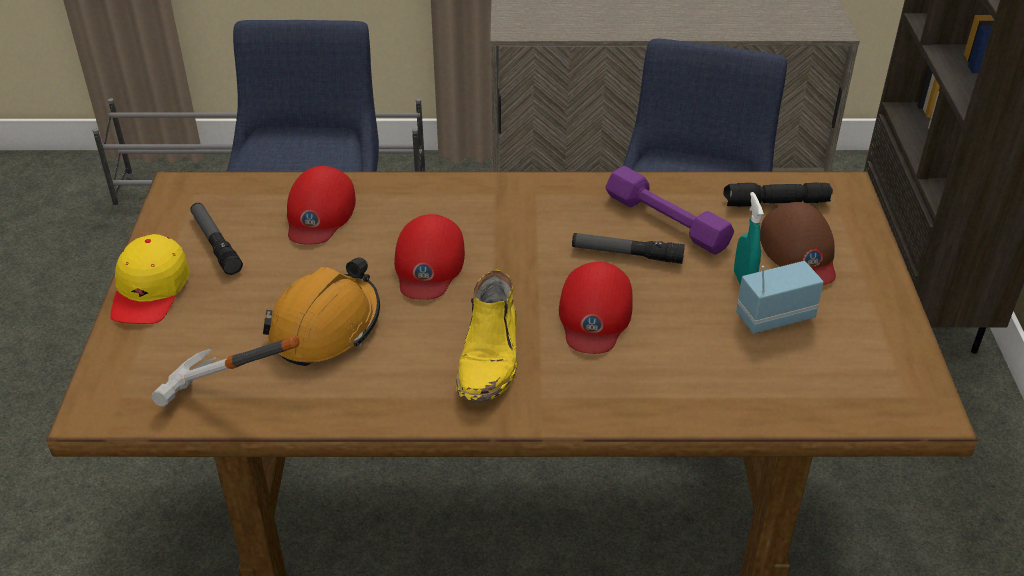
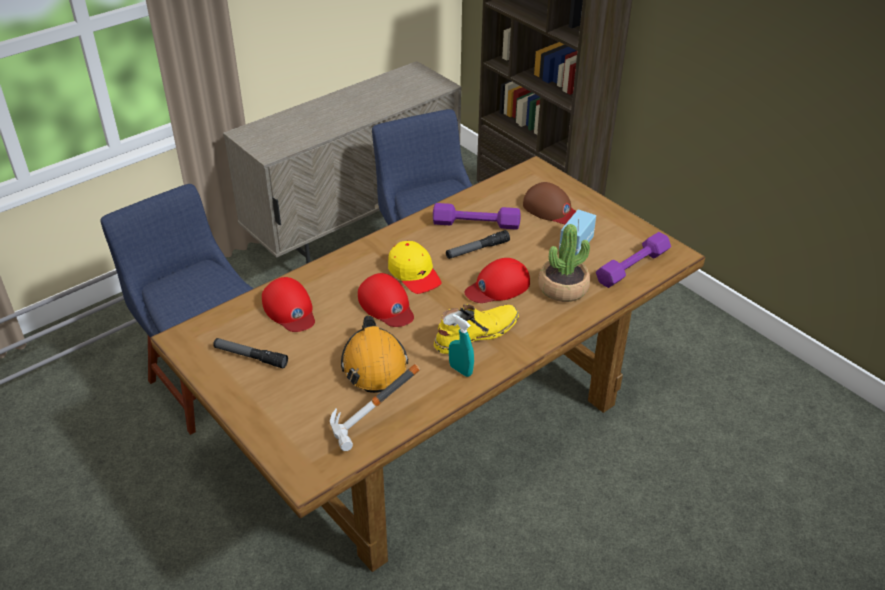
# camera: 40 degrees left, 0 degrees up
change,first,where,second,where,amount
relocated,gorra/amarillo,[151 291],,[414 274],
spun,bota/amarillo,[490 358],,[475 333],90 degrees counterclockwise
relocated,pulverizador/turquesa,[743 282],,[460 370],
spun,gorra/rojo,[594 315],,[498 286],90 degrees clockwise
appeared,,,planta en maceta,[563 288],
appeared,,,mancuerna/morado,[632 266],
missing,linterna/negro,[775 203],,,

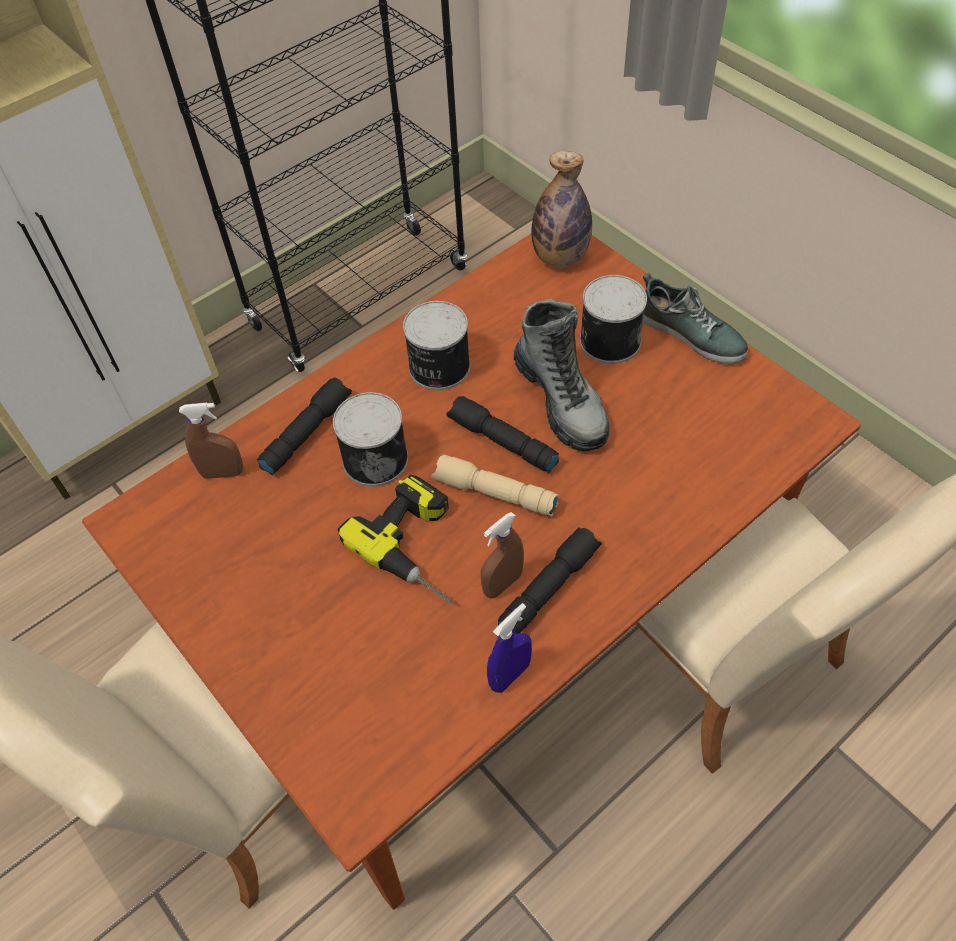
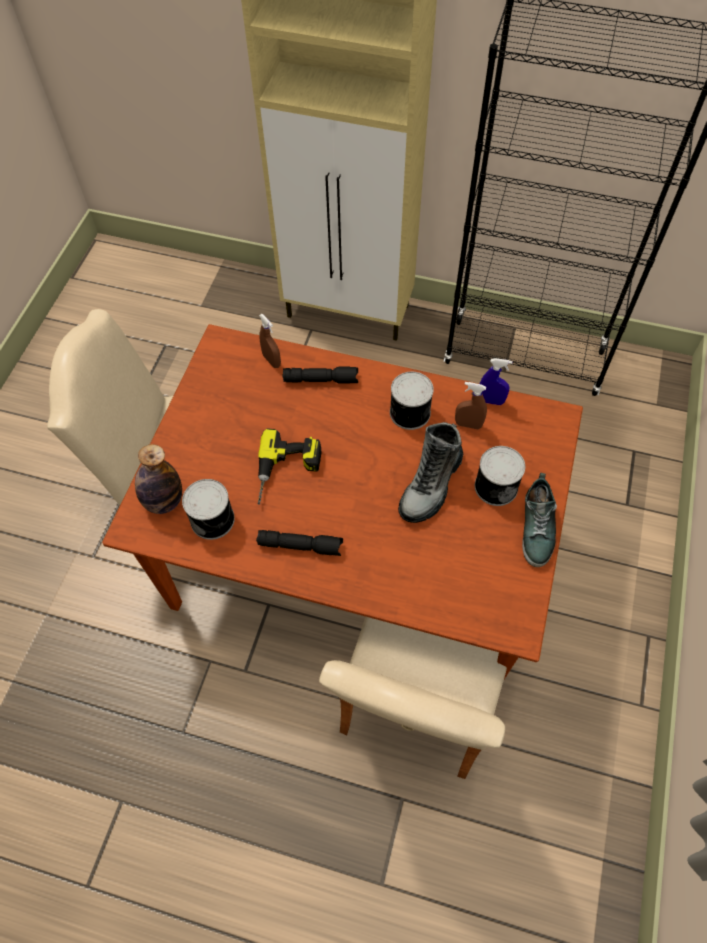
# camera: 55 degrees right, 5 degrees up
change,first,where,second,where,amount
relocated,botella,[560 257],,[164 501],
relocated,lata,[375 458],,[213 519],
relocated,pulverizador/marrón,[502 584],,[468 424],
relocated,pulverizador/azul,[510 675],,[490 401],
missing,linterna/beis,[493 494],,,
missing,linterna/negro,[501 442],,,

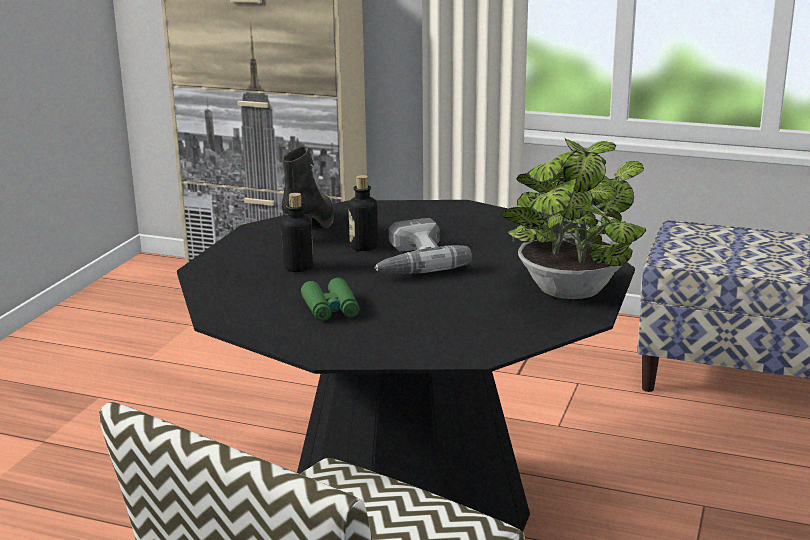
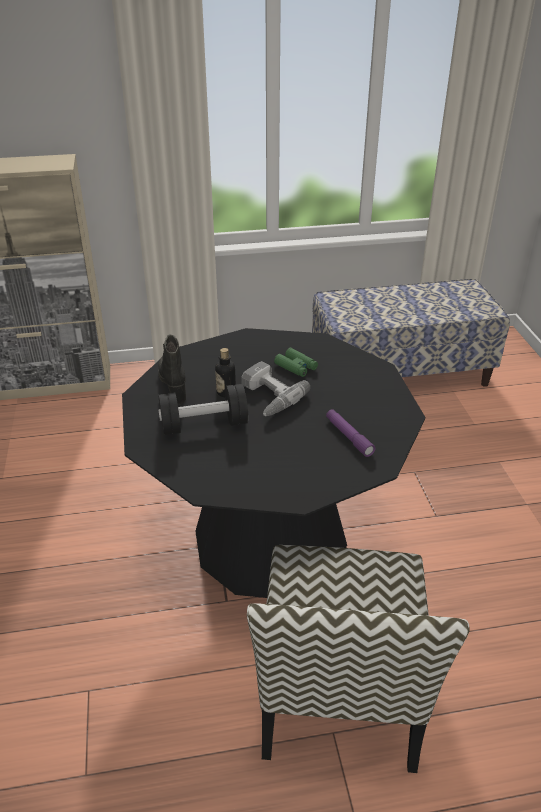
# camera: 30 degrees left, 15 degrees up
change,first,where,second,where,amount
exchanged,botella,[298 267],mancuerna/negro,[204 425],
relocated,prismáticos/verde,[330 308],,[296 367],
appeared,,,linterna/morado,[348 437],
missing,planta en maceta,[568 294],,,

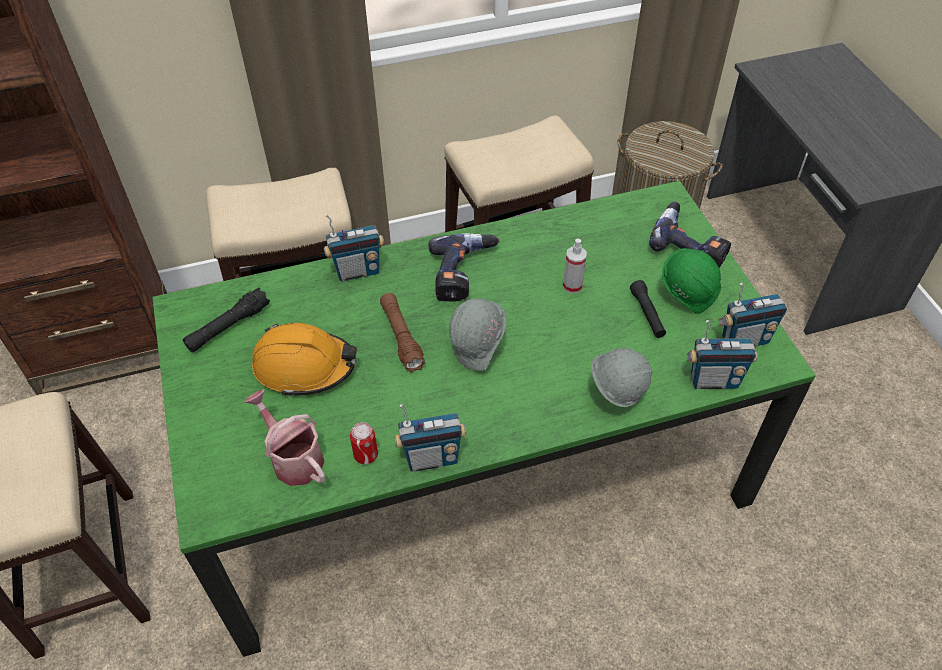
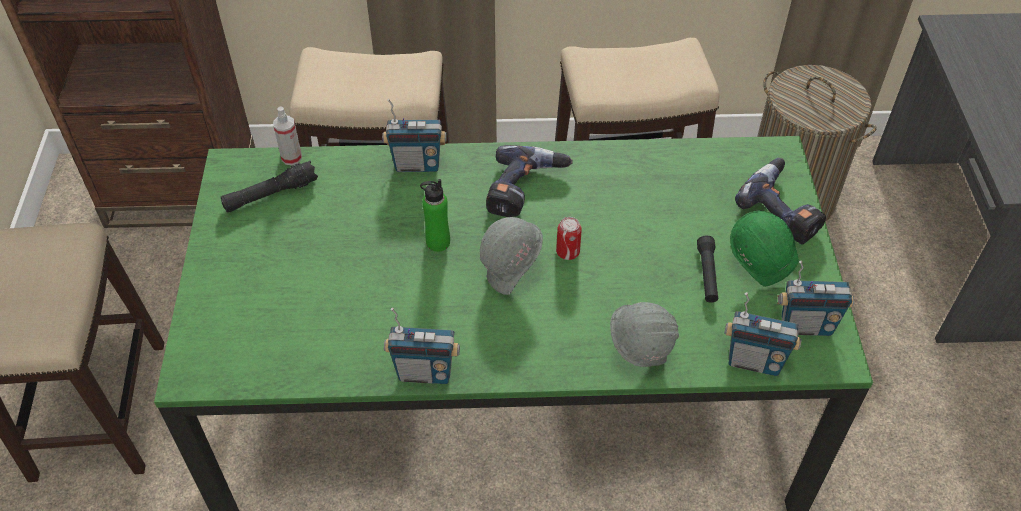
# camera: 15 degrees right, 0 degrees up
change,first,where,second,where,amount
relocated,pulverizador,[572 286],,[291 158],
exchanged,linterna/marrón,[401 337],botella/verde,[438 242],
relocated,lata,[366 455],,[568 252],
missing,regadera,[293 458],,,
missing,casco/naranja,[305 366],,,

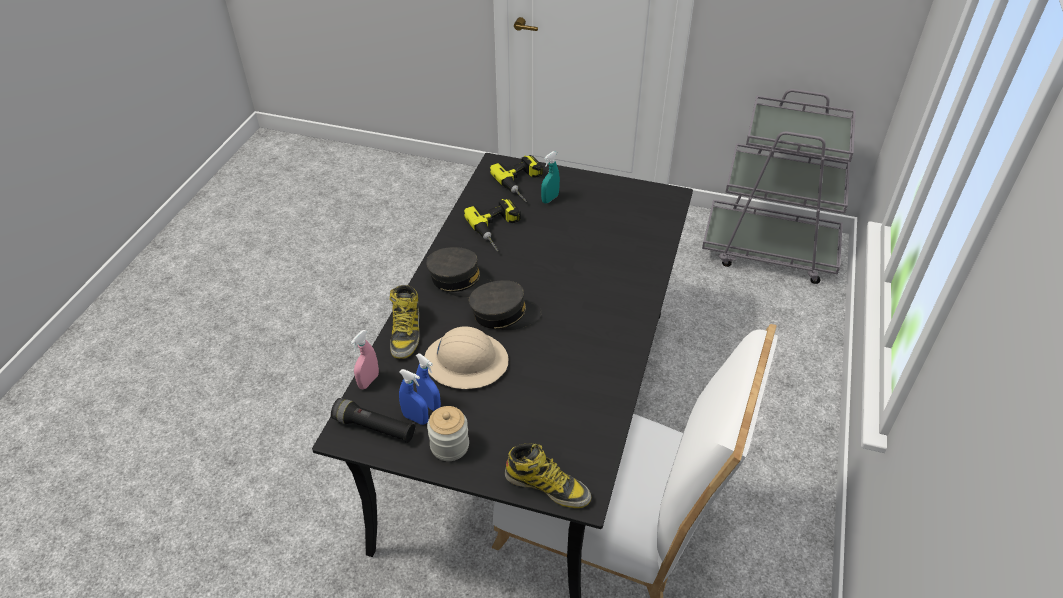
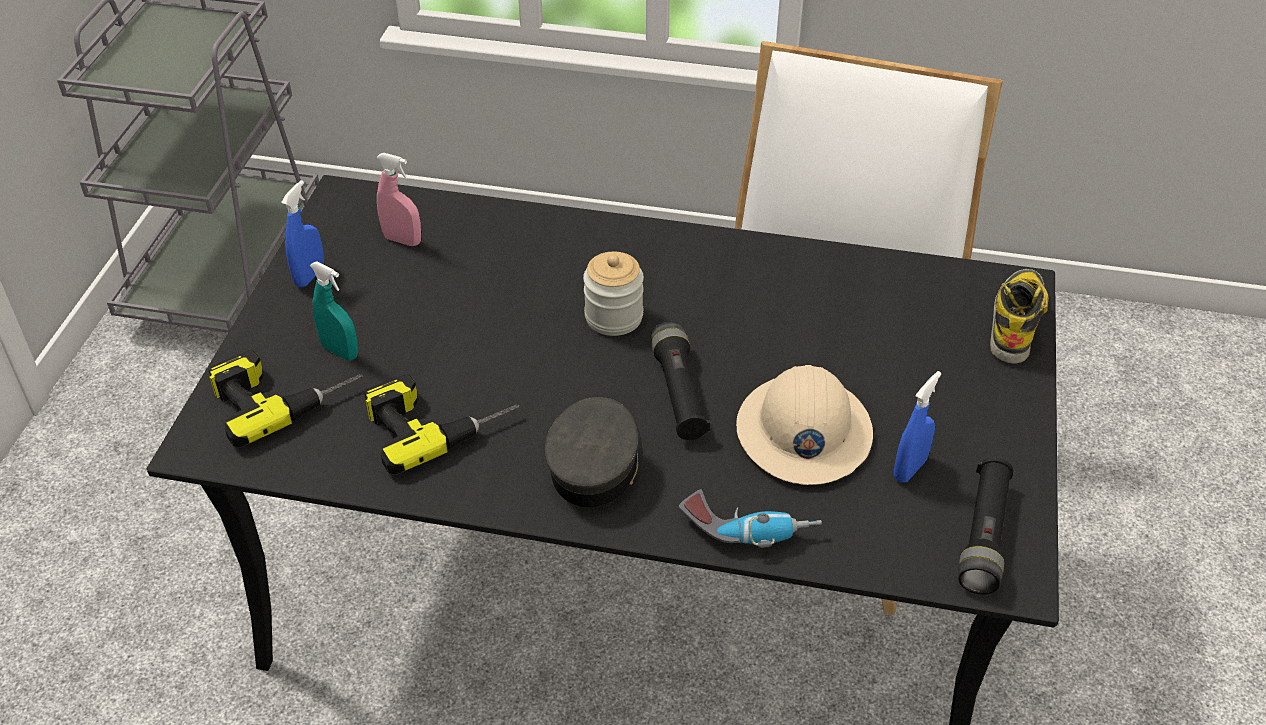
# camera: 95 degrees left, 0 degrees up
change,first,where,second,where,amount
relocated,pulverizador/azul,[415 418],,[309 276],
relocated,pulverizador/rosa,[368 381],,[402 240],
relocated,tarro,[449 446],,[614 317],
exchanged,gorra/gris,[504 314],linterna/negro,[679 393],
exchanged,bota,[406 332],taladro,[749 527],

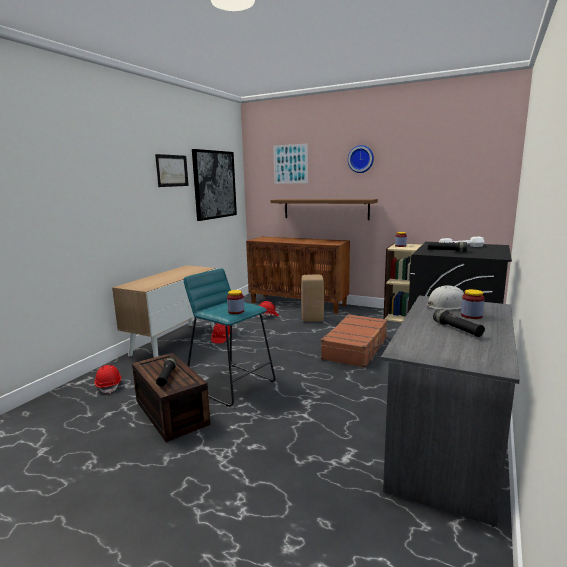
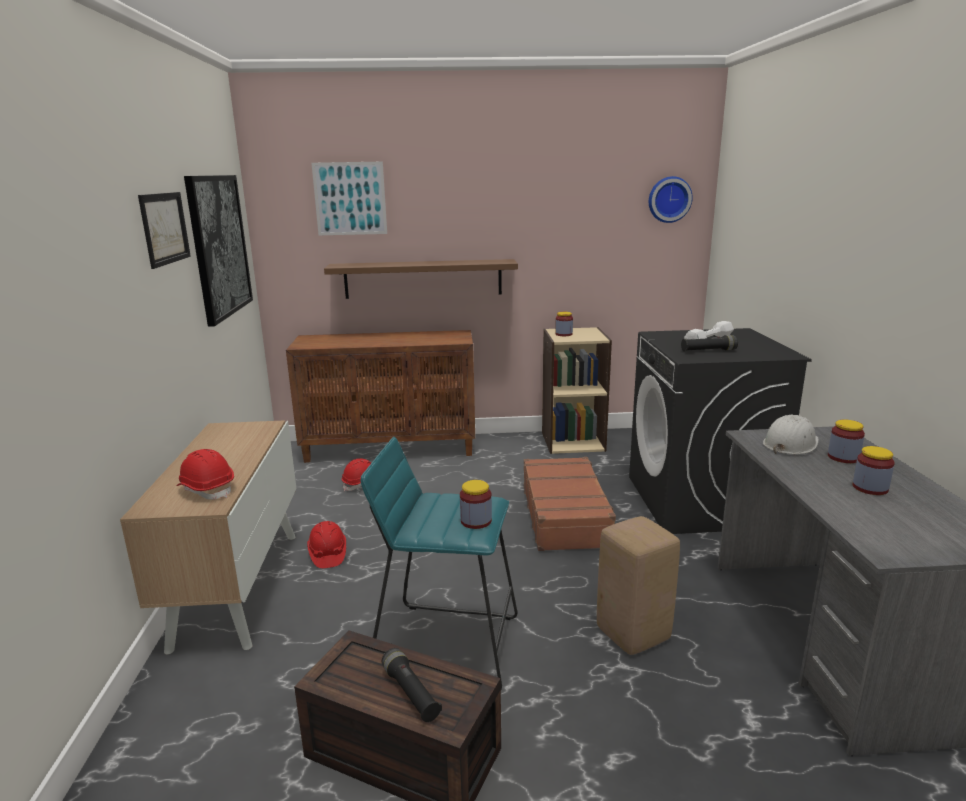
# camera: 30 degrees left, 5 degrees up
change,first,where,second,where,amount
relocated,casco/rojo,[109 386],,[207 489],
relocated,taburete/beis,[312 319],,[631 633],
relocated,reloj de pared,[361 159],,[669 199],
exchanged,linterna/negro,[457 329],tarro,[870 488],

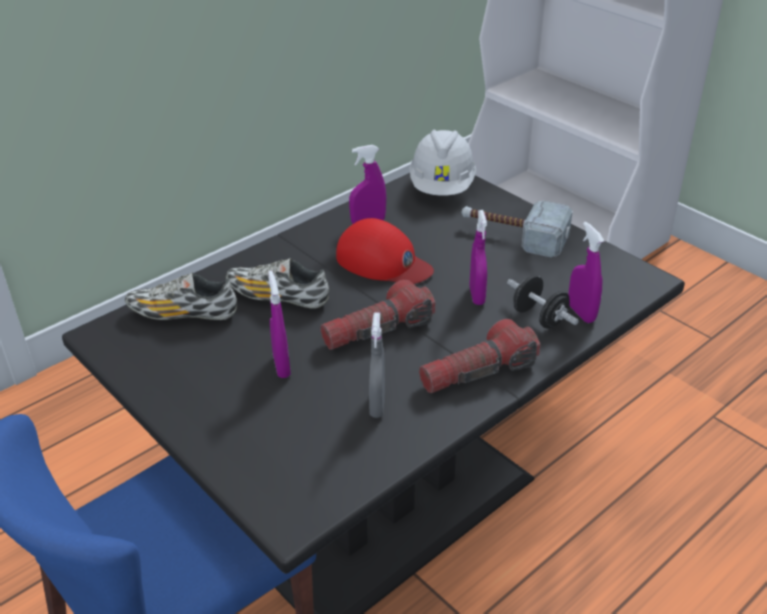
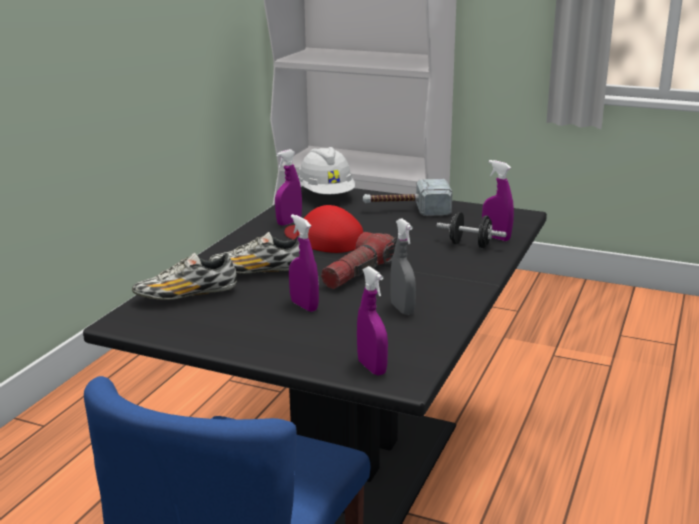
# camera: 25 degrees left, 15 degrees down
change,first,where,second,where,amount
spun,gorra/rojo,[383 262],,[324 239],150 degrees counterclockwise
relocated,pulverizador/morado,[477 296],,[372 368],
missing,linterna,[478 372],,,

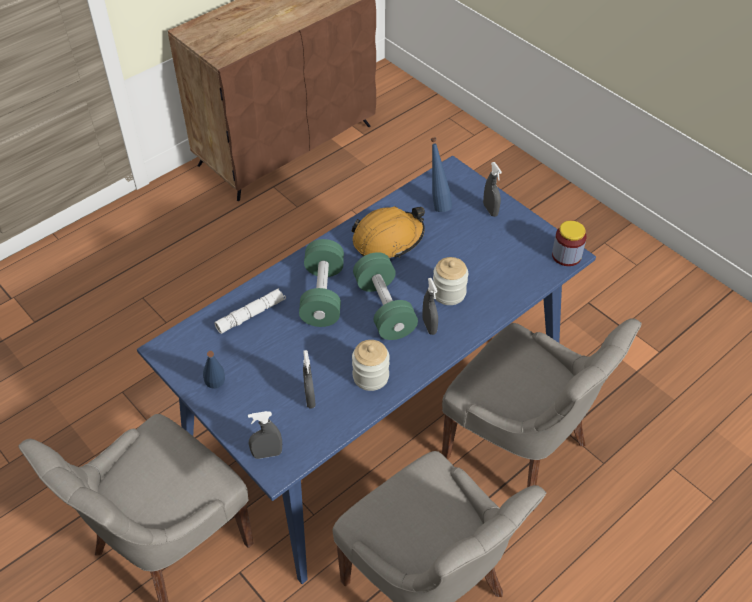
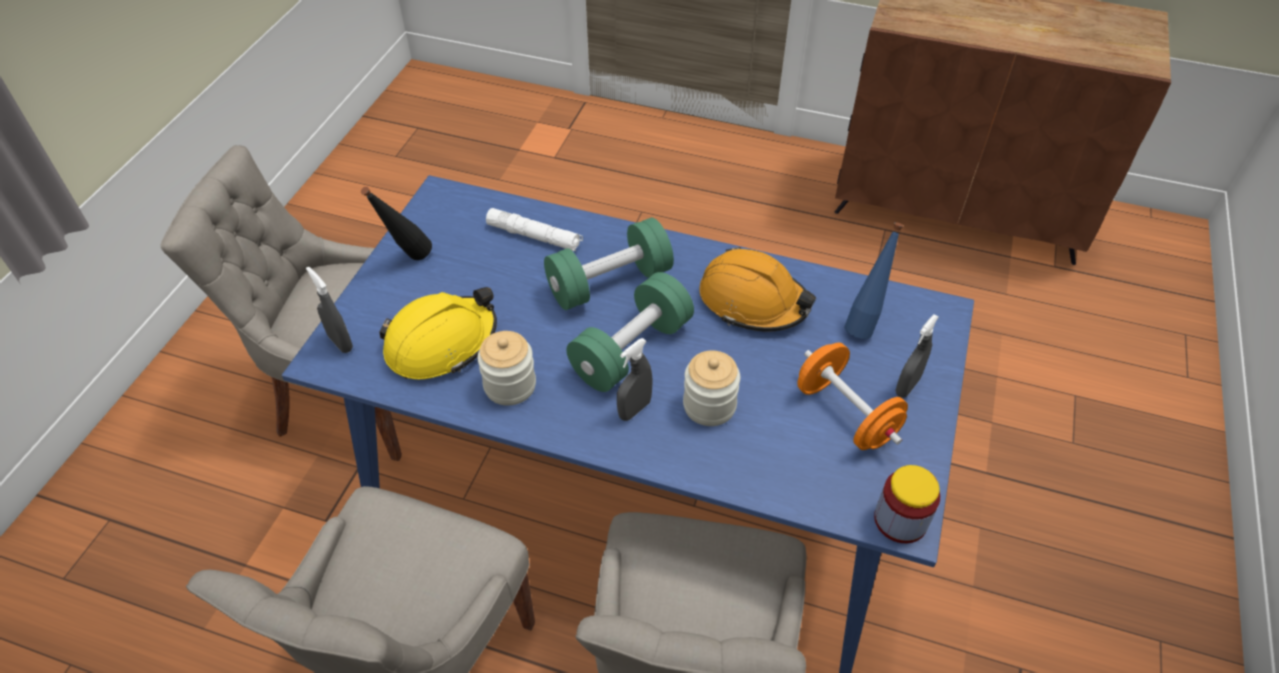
# camera: 60 degrees right, 0 degrees up
change,first,where,second,where,amount
colour,botella/azul,[217 390],botella/negro,[408 260],
exchanged,pulverizador/gris,[310 398],casco/amarillo,[441 343],
appeared,,,mancuerna/naranja,[846 414],

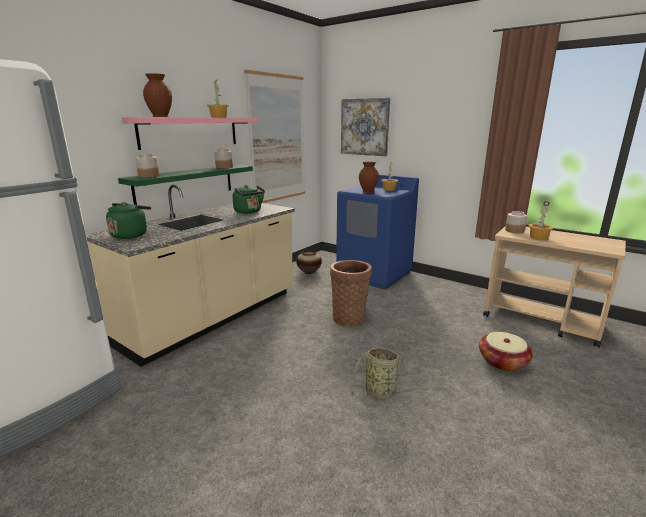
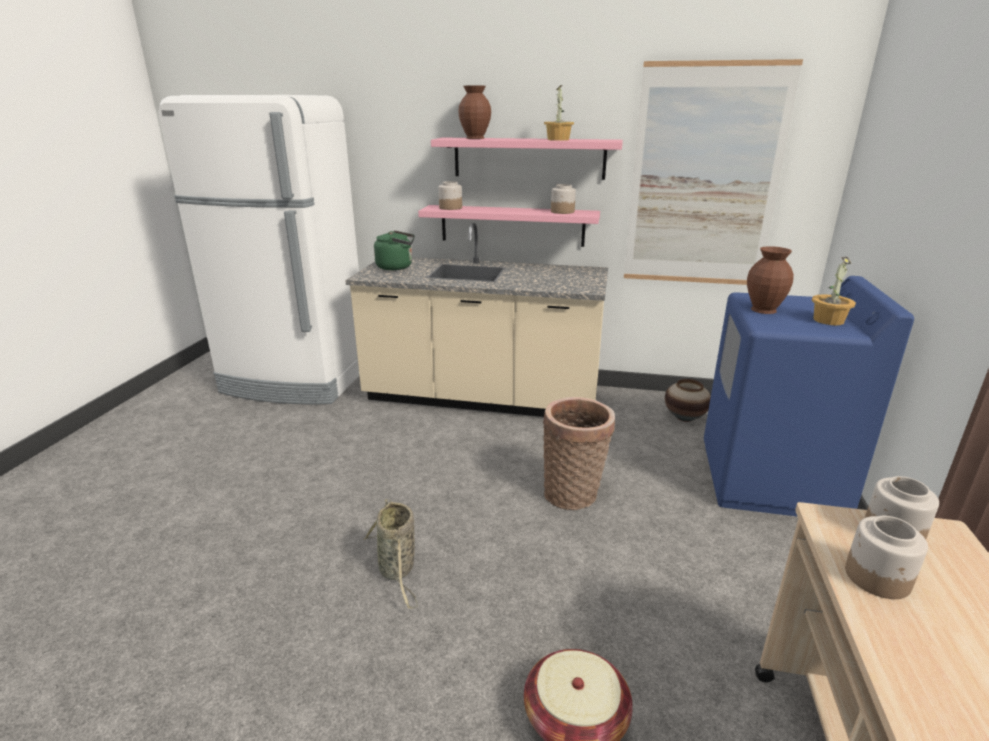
# camera: 65 degrees right, 5 degrees up
change,first,where,second,where,amount
colour,estante/verde,[185 184],estante/rosa,[512 225],
exchanged,planta en maceta,[538 237],tarro,[878 578],
missing,hervidor/verde,[249 212],,,
missing,cuadro,[365 127],,,

